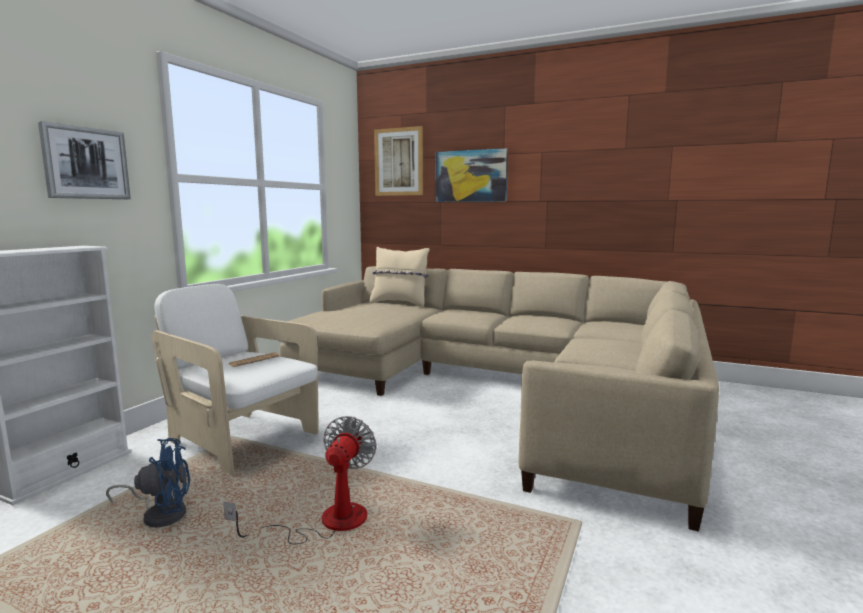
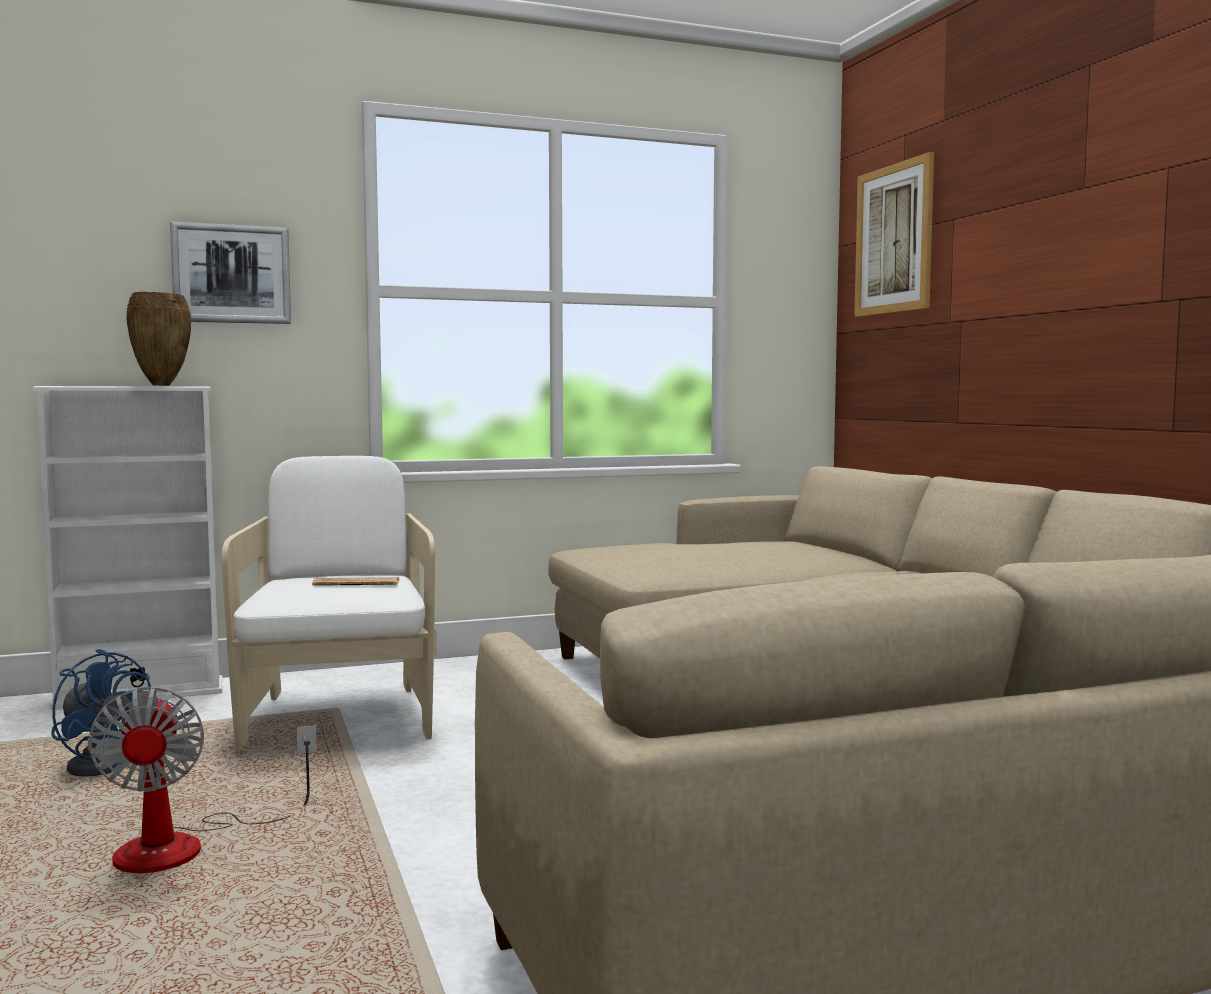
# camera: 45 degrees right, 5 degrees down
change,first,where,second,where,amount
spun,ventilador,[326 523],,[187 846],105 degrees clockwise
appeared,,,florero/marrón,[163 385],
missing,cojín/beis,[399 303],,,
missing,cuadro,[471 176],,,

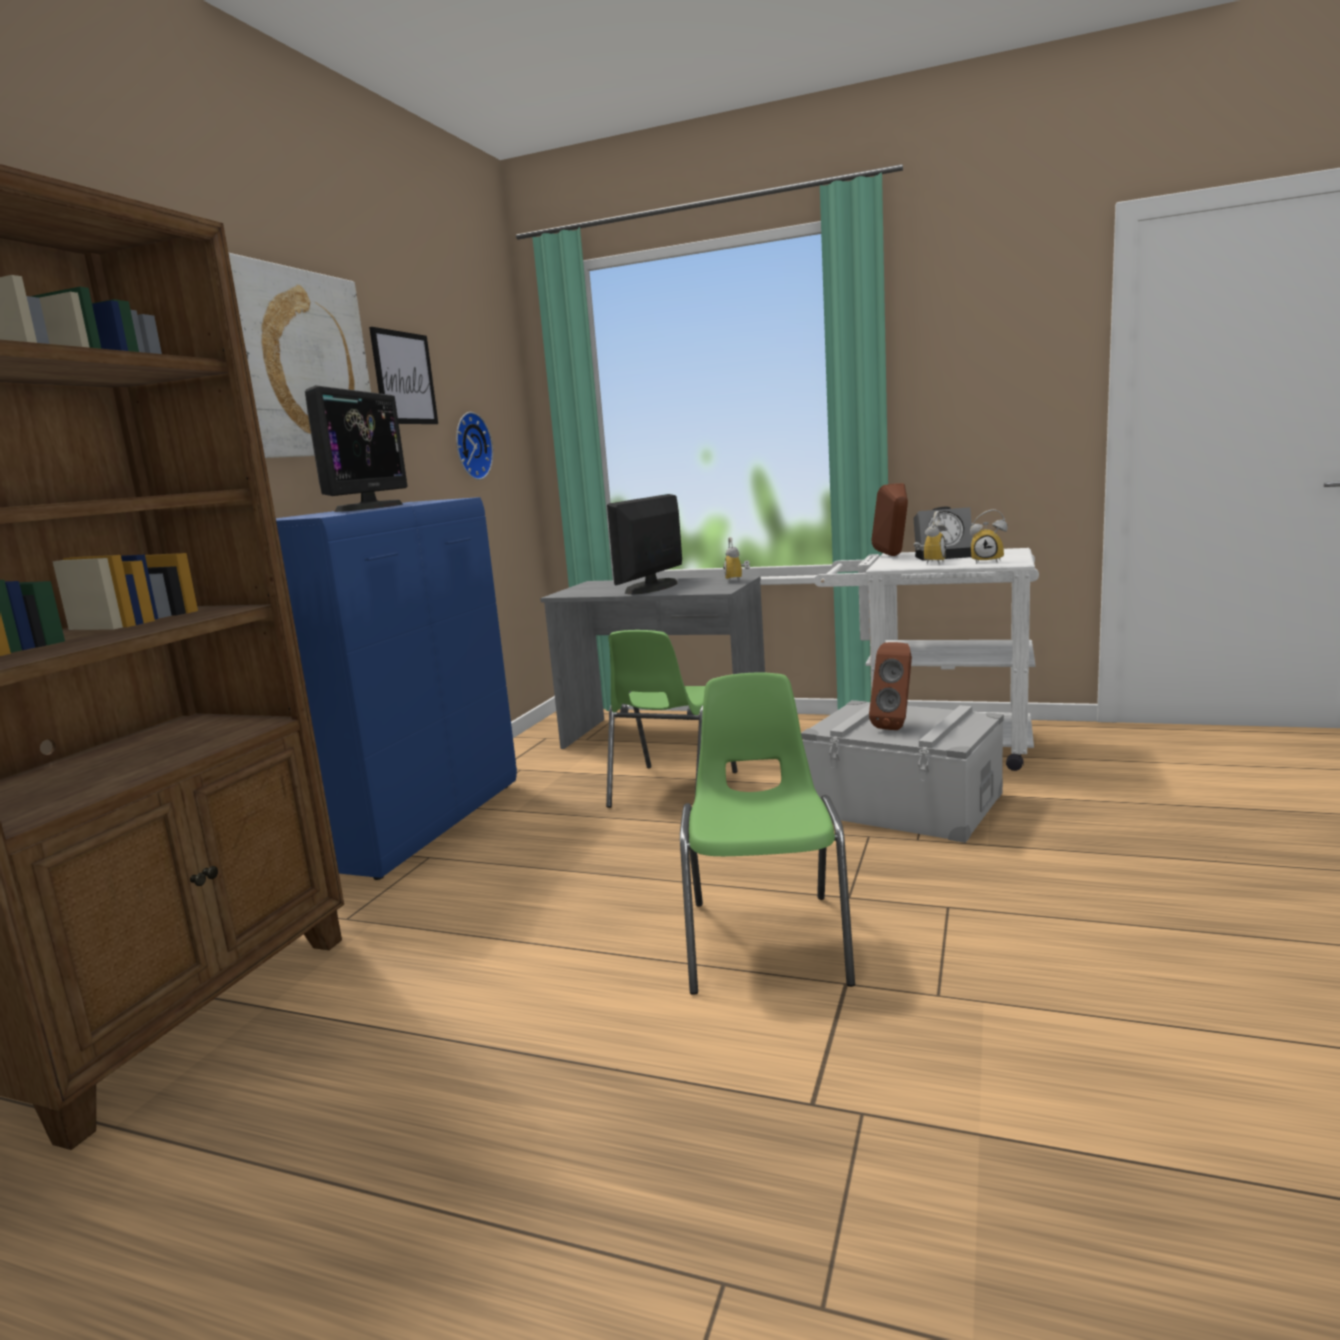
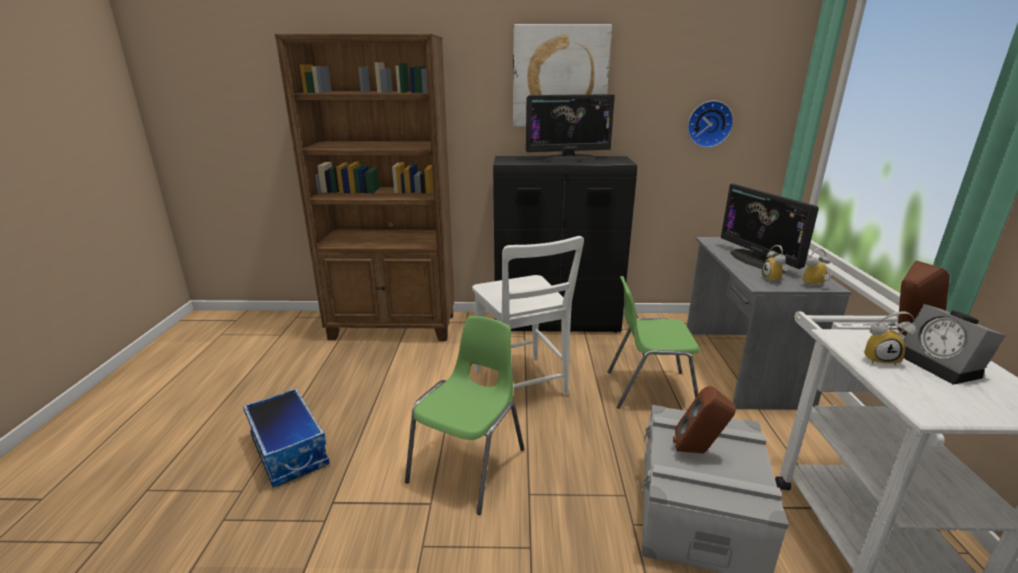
# camera: 70 degrees right, 10 degrees up
change,first,where,second,where,amount
appeared,,,caja de almacenaje,[290 451],
spun,silla/verde,[766 940],,[470 465],45 degrees counterclockwise
appeared,,,silla/blanco,[522 385],
colour,armario/azul,[422 824],armario/negro,[557 323],
spun,monitor,[652 587],,[758 261],120 degrees counterclockwise
relocated,despertador,[988 561],,[774 280],
missing,cuadro,[404 378],,,

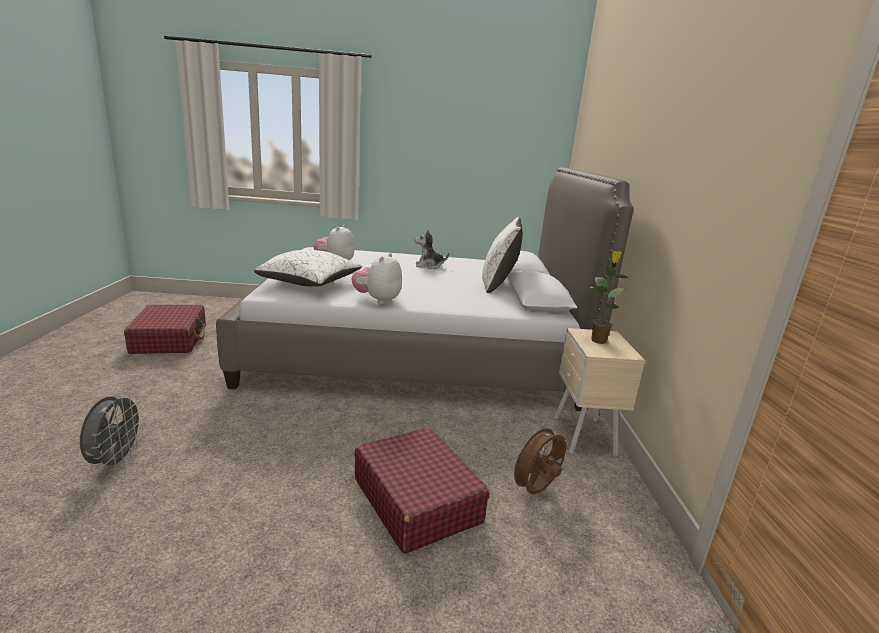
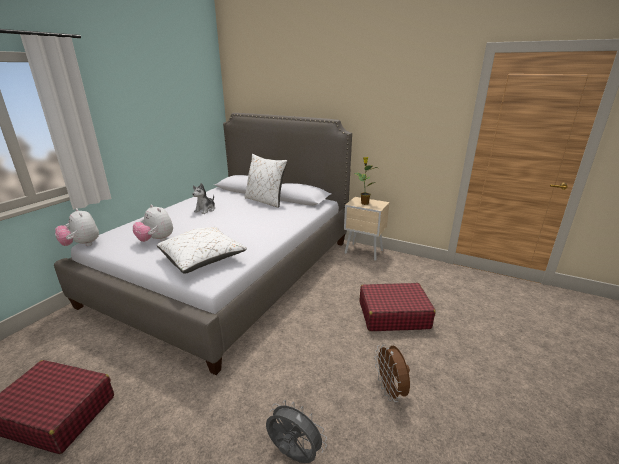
# camera: 60 degrees left, 5 degrees up
change,first,where,second,where,amount
relocated,peluche,[377 300],,[82 245],
relocated,ventilador/marrón,[535 491],,[390 391],

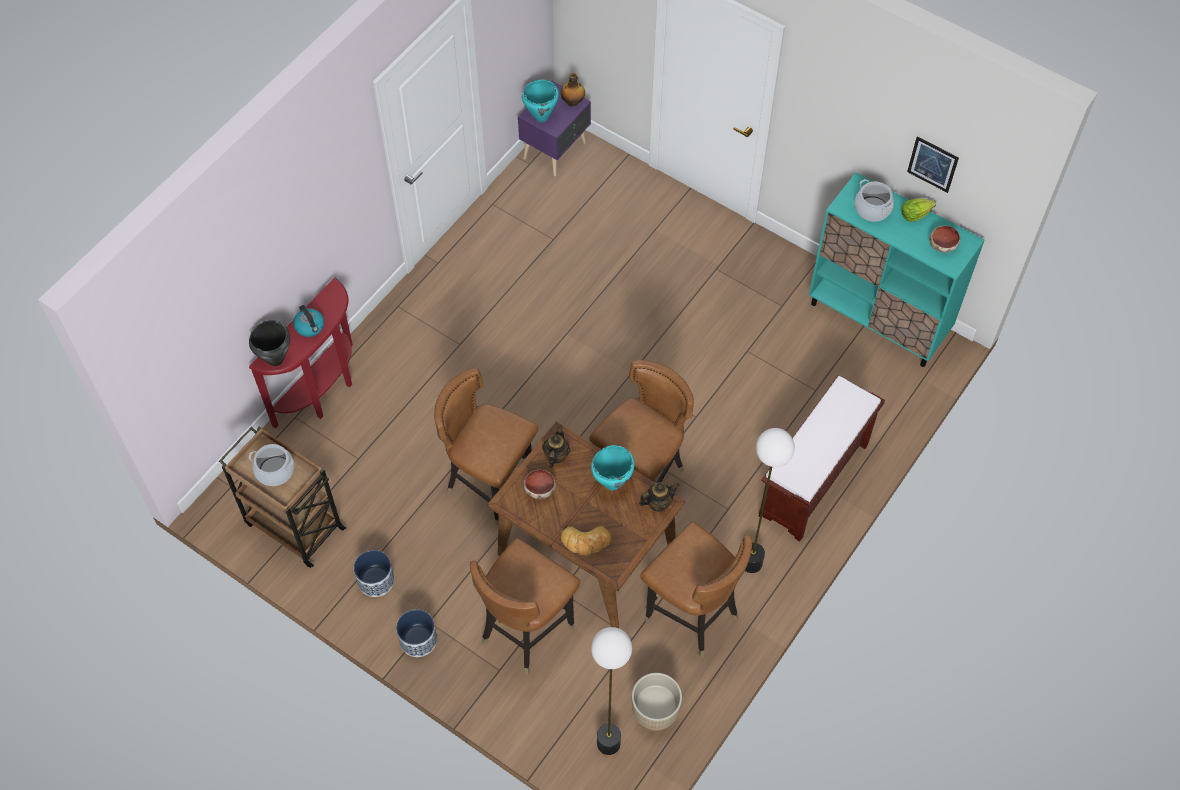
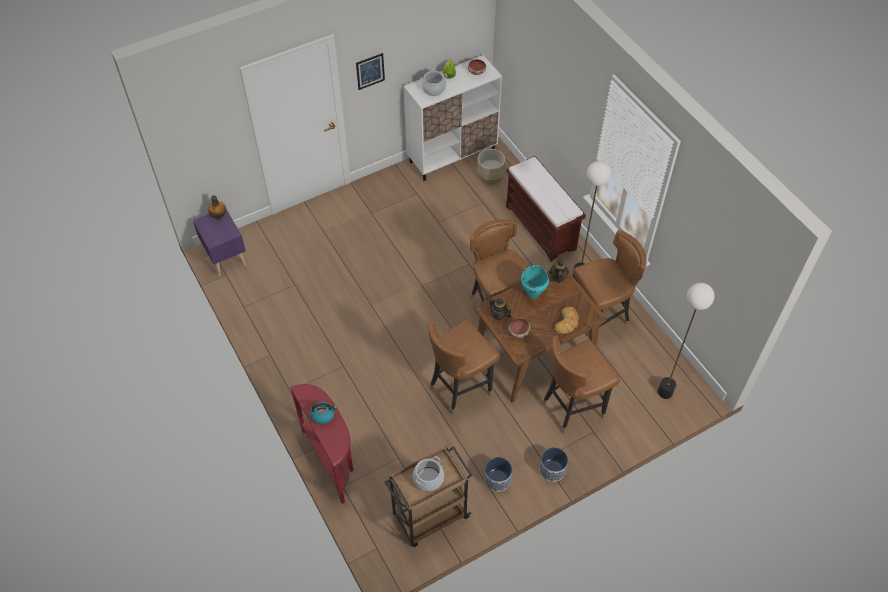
# camera: 65 degrees left, 5 degrees down
change,first,where,second,where,amount
relocated,cuadro,[932 164],,[370 71],
colour,armario/turquesa,[879 319],armario/blanco,[452 156],
relocated,maceta/beis,[655 712],,[490 176],
spun,silla/marrón,[526 630],,[572 407],90 degrees clockwise
missing,olla/negro,[275 359],,,
missing,olla/turquesa,[541 117],,,

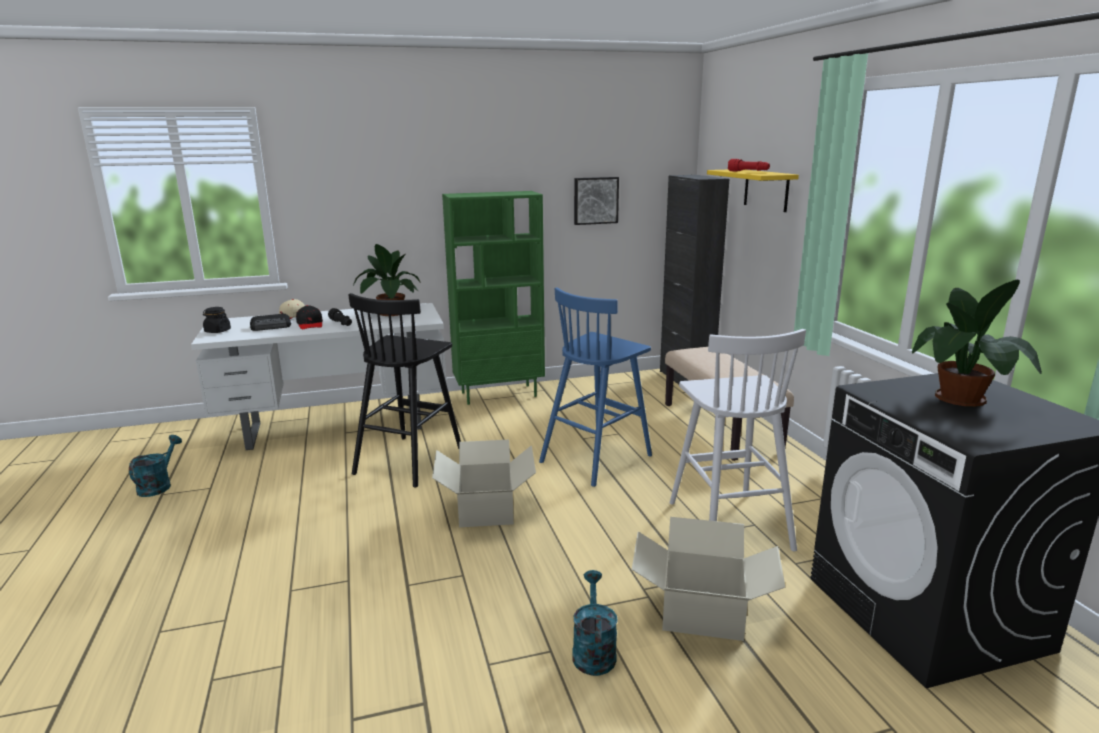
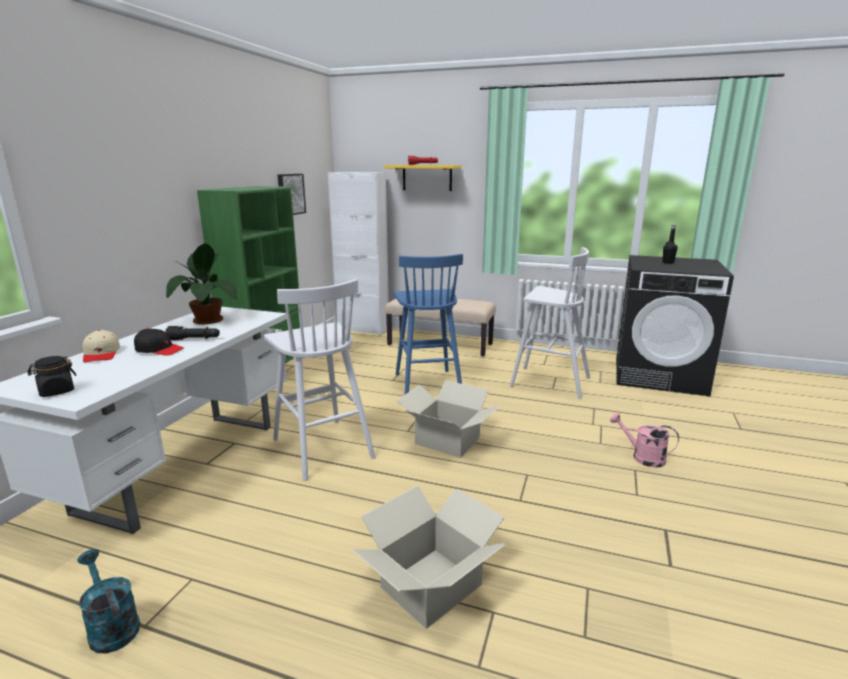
# camera: 55 degrees left, 0 degrees up
change,first,where,second,where,amount
colour,taburete/negro,[410 460],taburete/blanco,[321 447],
colour,armario/negro,[686 379],armario/blanco,[363 329],
relocated,caja de cartón,[702 612],,[430 585],
colour,regadera/turquesa,[593 650],regadera/rosa,[642 457],
exchanged,planta en maceta,[961 399],botella/negro,[668 263],
missing,radio,[271 326],,,

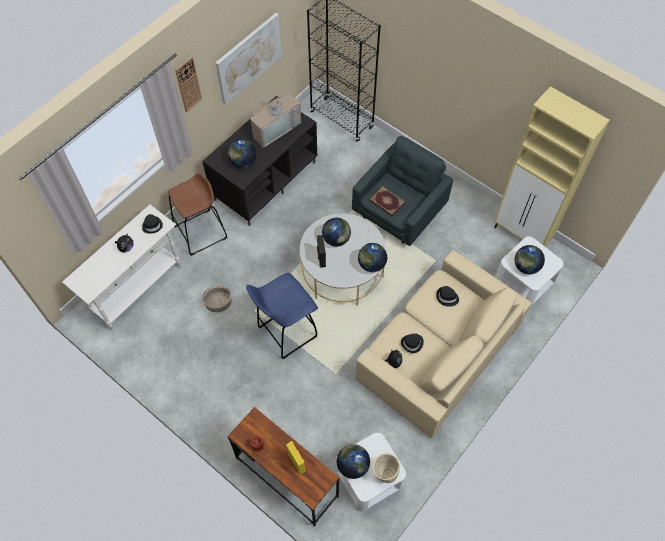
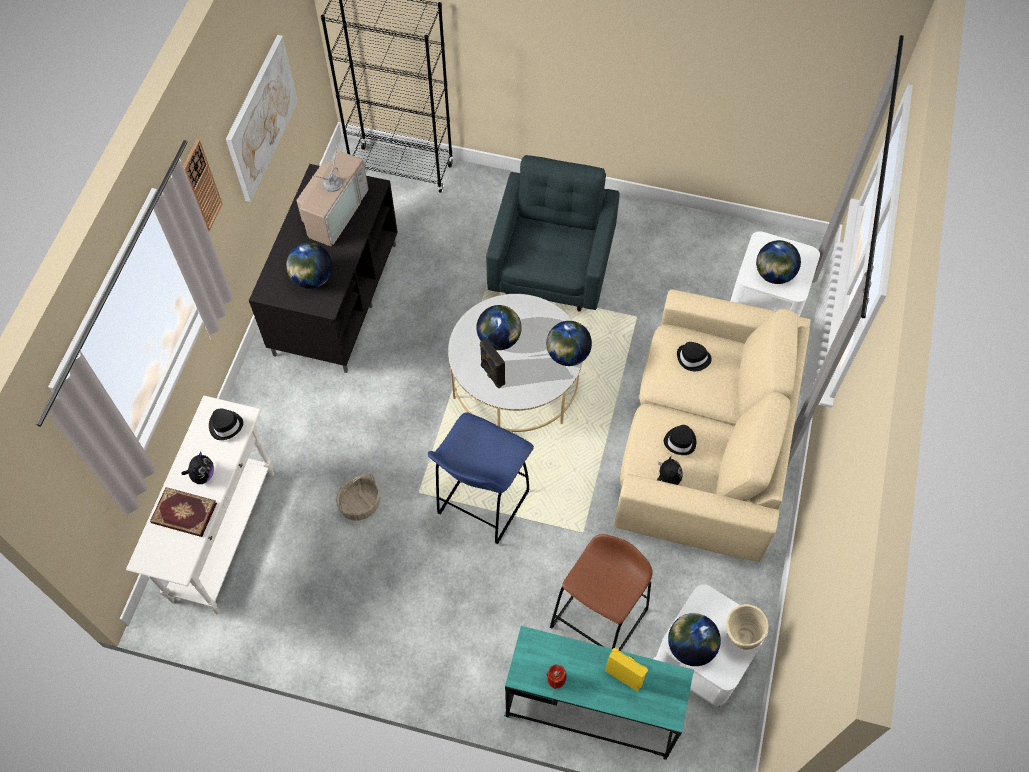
# camera: 25 degrees left, 0 degrees up
change,first,where,second,where,amount
relocated,libro,[386 202],,[184 514],
colour,escritorio/marrón,[286 477],escritorio/turquesa,[591 710],
relocated,taburete/marrón,[200 232],,[599 618],
missing,armario/beis,[522 235],,,

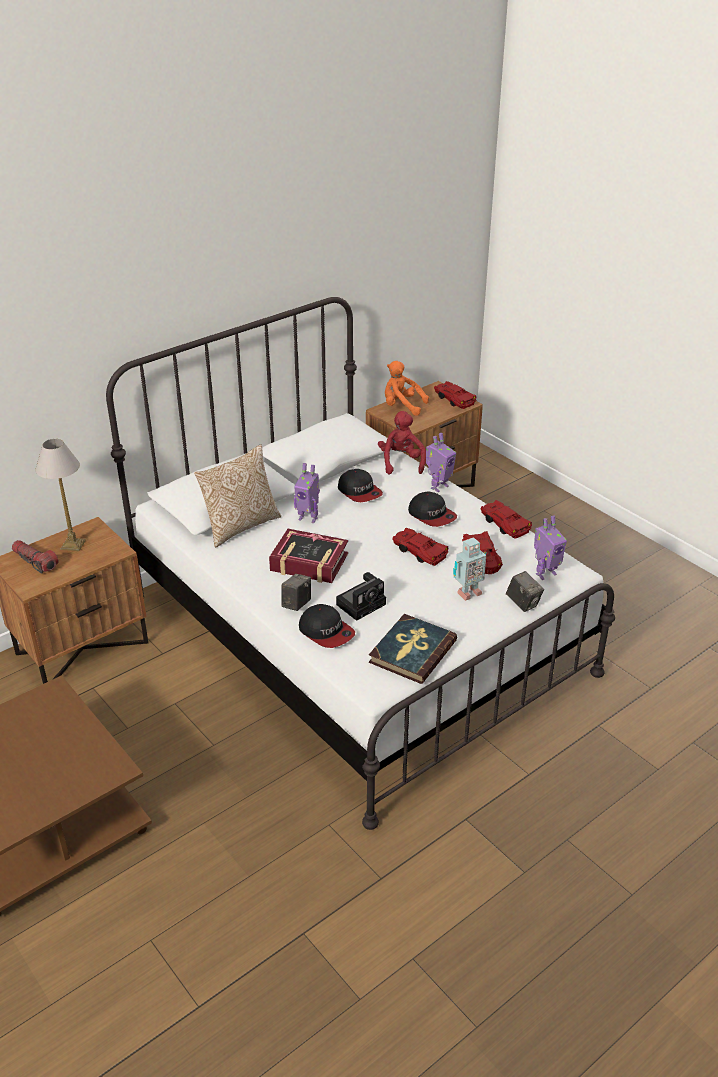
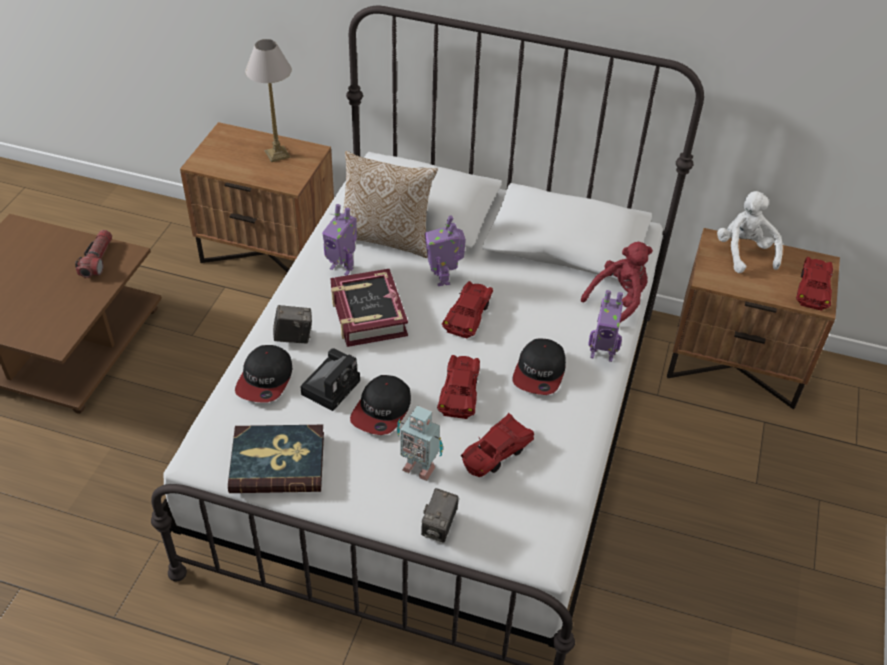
# camera: 55 degrees right, 10 degrees up
change,first,where,second,where,amount
relocated,linterna,[35 562],,[97 260],
spun,cámara,[362 603],,[332 386],75 degrees counterclockwise
relocated,robot de juguete,[545 573],,[342 267],
relocated,gorra,[360 492],,[382 410],
relocated,coche de juguete/rojo,[504 524],,[469 315],
colour,peluche/naranja,[402 406],peluche/blanco,[744 252],

